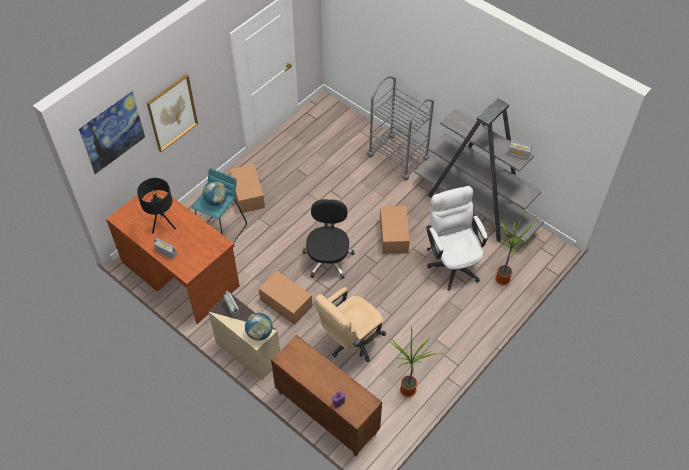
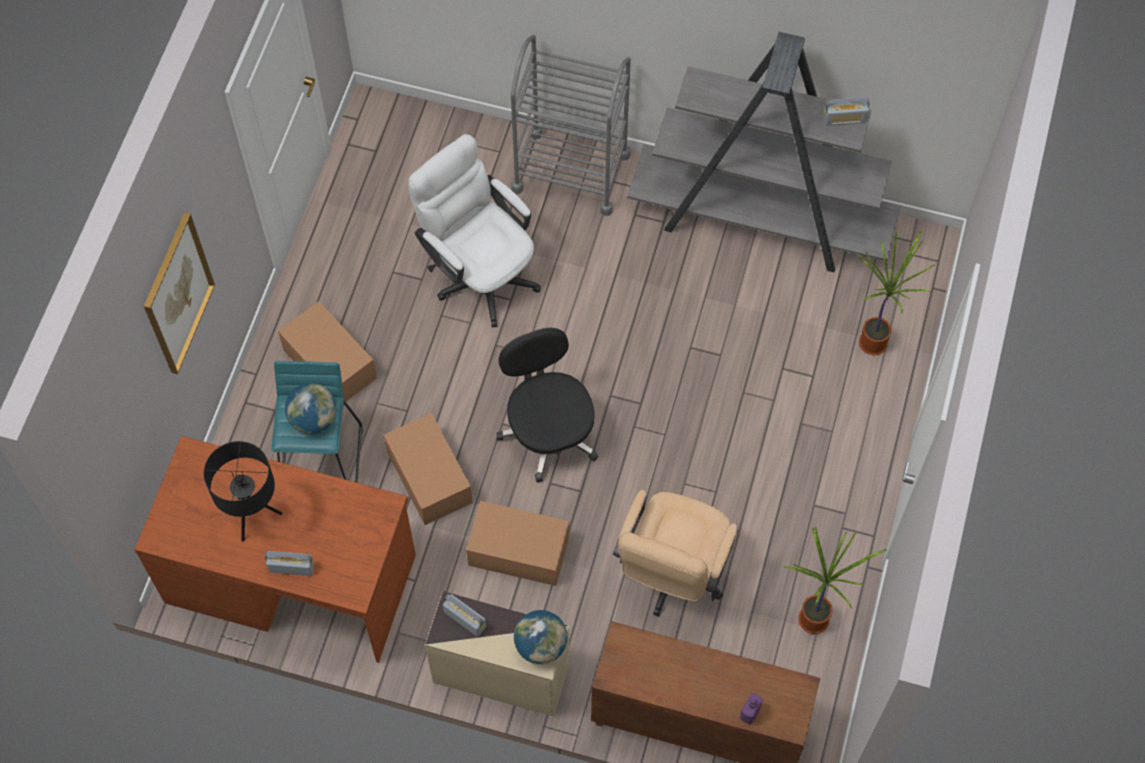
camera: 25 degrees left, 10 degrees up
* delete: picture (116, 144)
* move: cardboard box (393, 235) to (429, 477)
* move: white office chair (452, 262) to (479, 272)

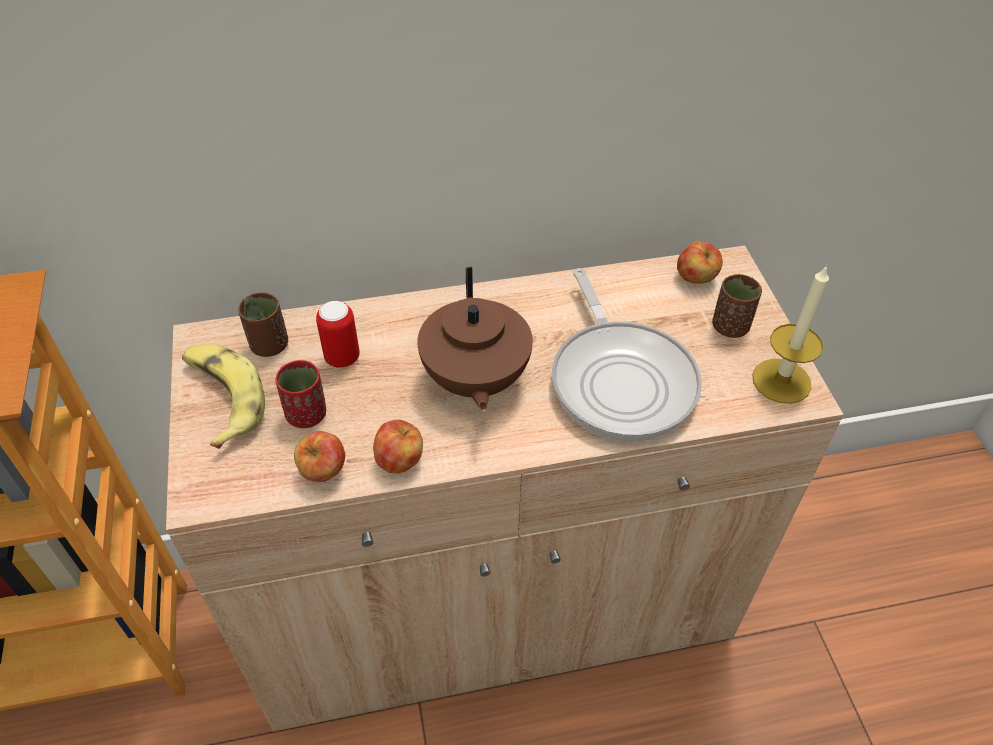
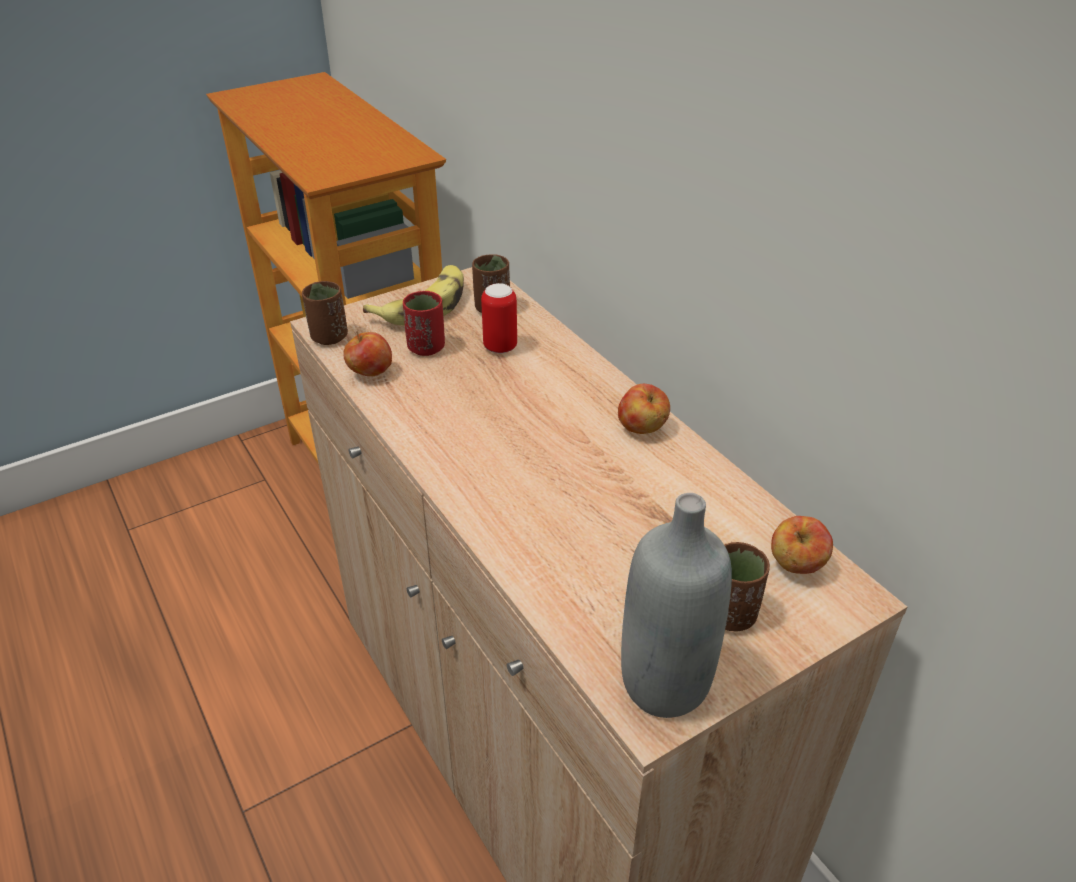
camera: 70 degrees right, 10 degrees down
* move: apple (400, 460) to (642, 429)
* delete: brown teapot (474, 380)
* delete: frying pan (620, 379)
* replace: candle (781, 381) to grey bottle (664, 684)
* insert: brown cup (329, 337)

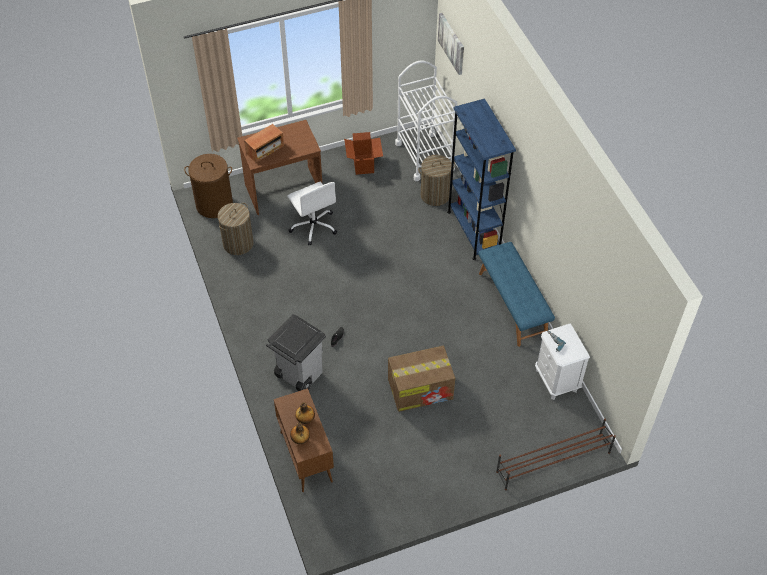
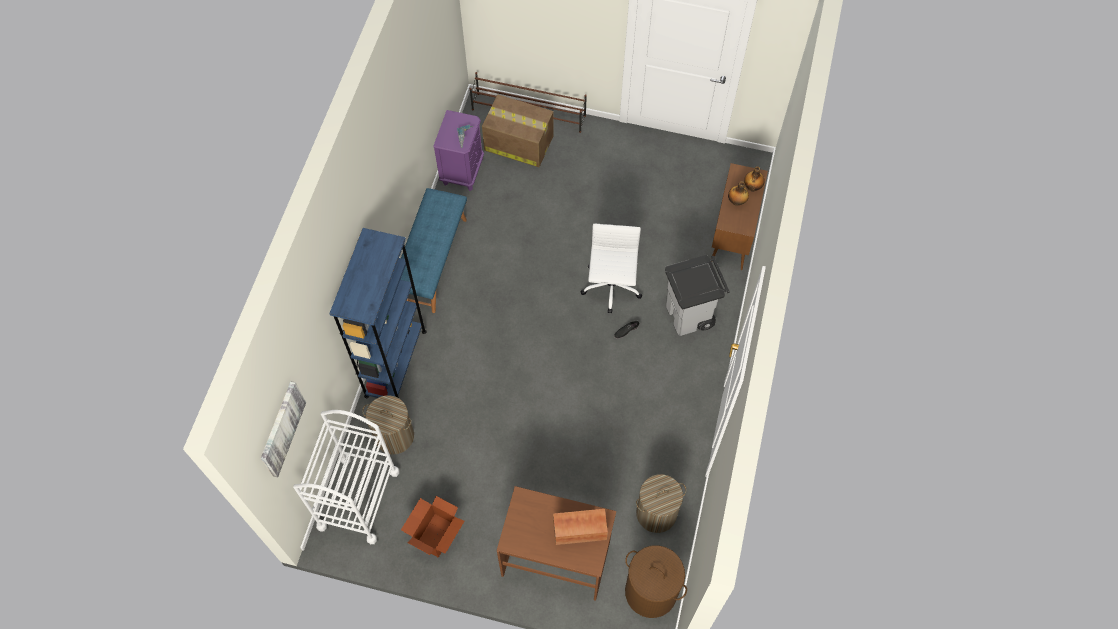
camera: 145 degrees left, 10 degrees up
* move: white office chair (313, 226) to (611, 288)
* move: cardboard box (421, 388) to (518, 143)
* recolor: white nightstand (556, 380) to purple nightstand (462, 171)

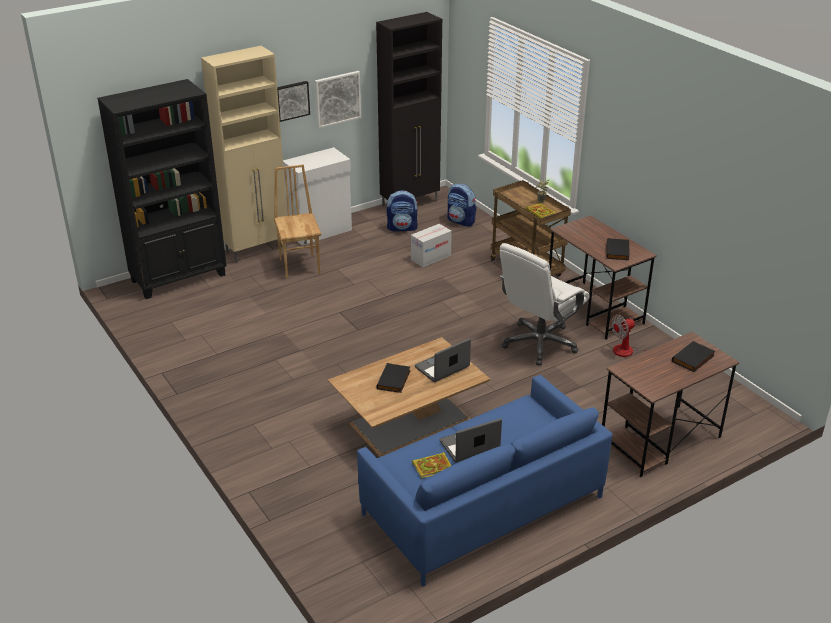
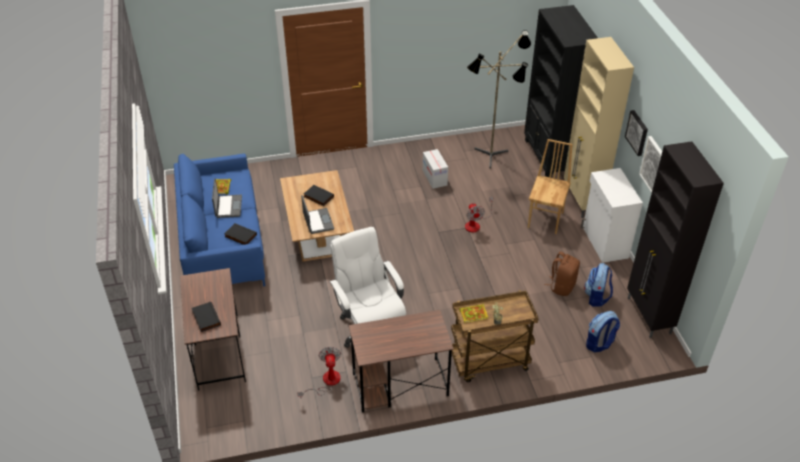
camera: 110 degrees right, 10 degrees up
* rotate: brown chair (300, 266) = (546, 220) 75 degrees counterclockwise
* move: cardboard box (431, 257) to (435, 178)
* move: black book (618, 251) to (240, 236)
* insert: fan (475, 224)
* insert: floor lamp (493, 158)
* insert: brown backpack (562, 286)

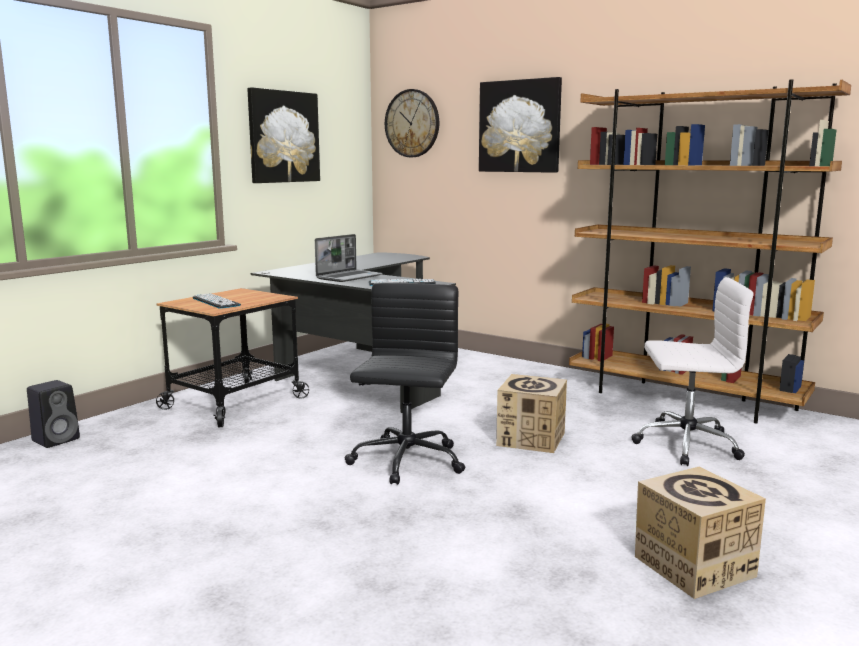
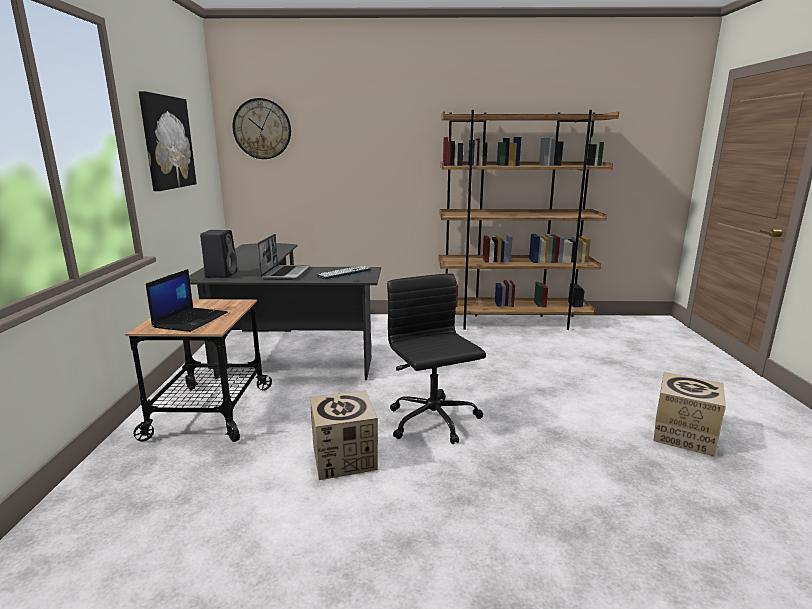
camera: 35 degrees left, 5 degrees up
* move: black speaker (57, 439) to (221, 274)
* replace: keyboard (216, 302) to laptop (191, 320)
* delete: picture (520, 126)
* move: cardboard box (531, 439) to (344, 458)
* delete: white office chair (684, 444)

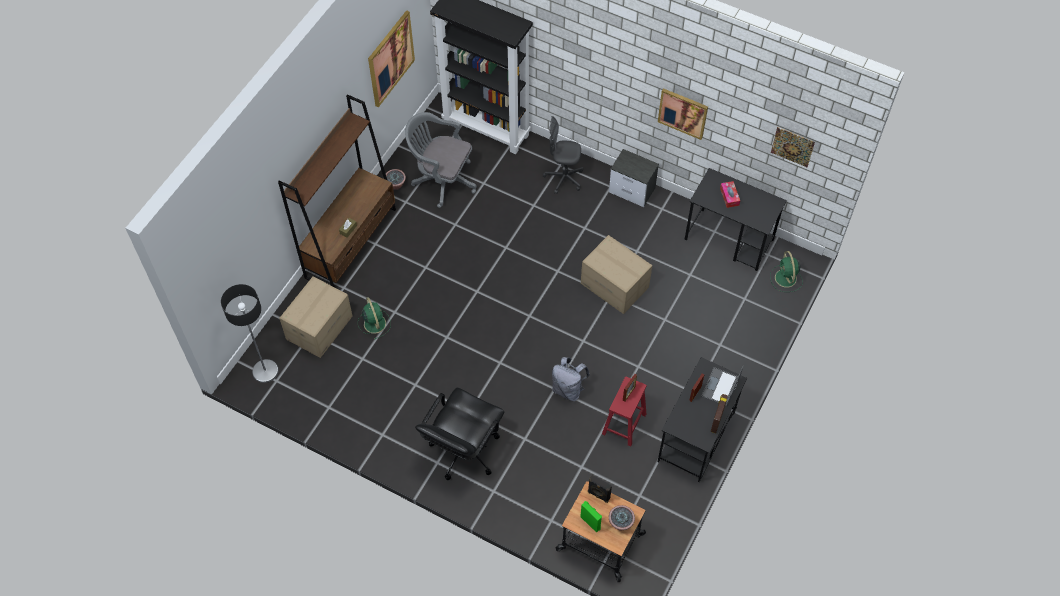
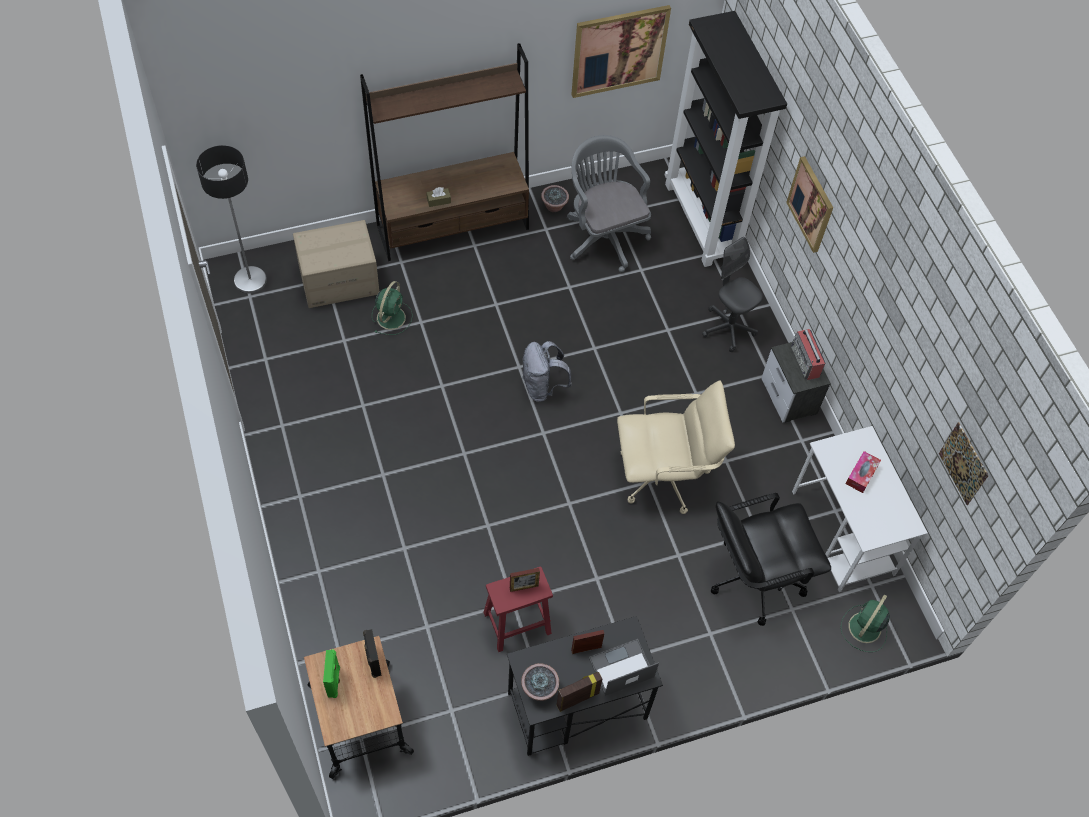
camera: 40 degrees right, 0 degrees up
* move: black office chair (463, 450) to (755, 578)
* move: grey backpack (568, 389) to (542, 387)
* replace: cardboard box (615, 285) to beige office chair (664, 476)
* move: potted plant (620, 523) to (539, 689)
* move: picture (683, 113) to (811, 204)
* recolor: black desk (729, 240) to white desk (843, 533)
* insert: radio (805, 362)

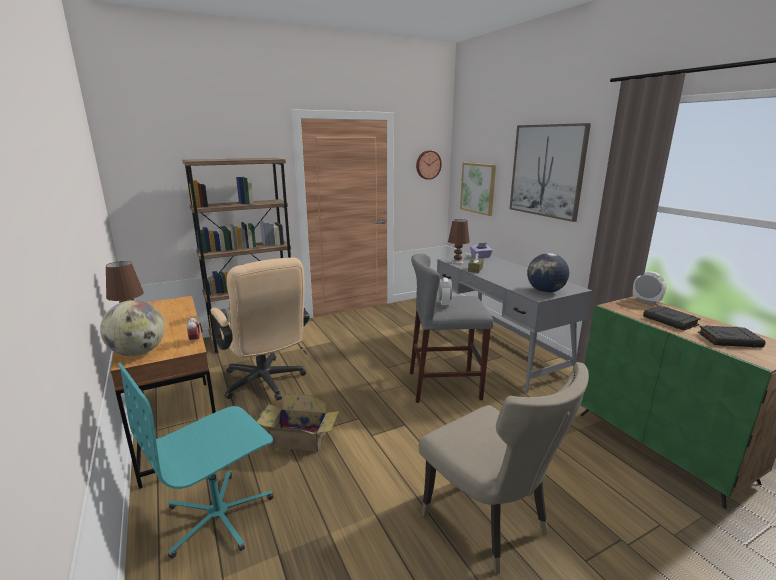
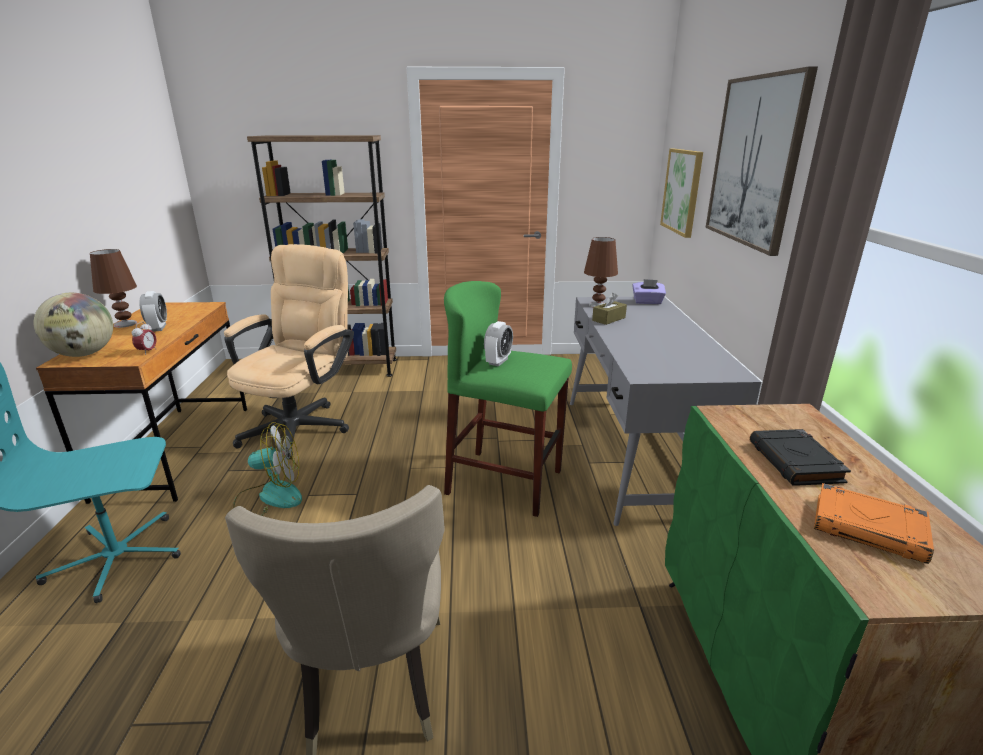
camera: 25 degrees right, 5 degrees up
* rotate: beige office chair (266, 384) = (302, 425) 150 degrees counterclockwise
* replace: cardboard box (297, 438) to fan (269, 497)
* recolor: grey stool (444, 386) to green stool (505, 482)
* delete: wall clock (428, 165)
* delete: globe (545, 291)
* move: alarm clock (646, 301) to (158, 328)
* recolor: black book (729, 340) to orange book (869, 528)

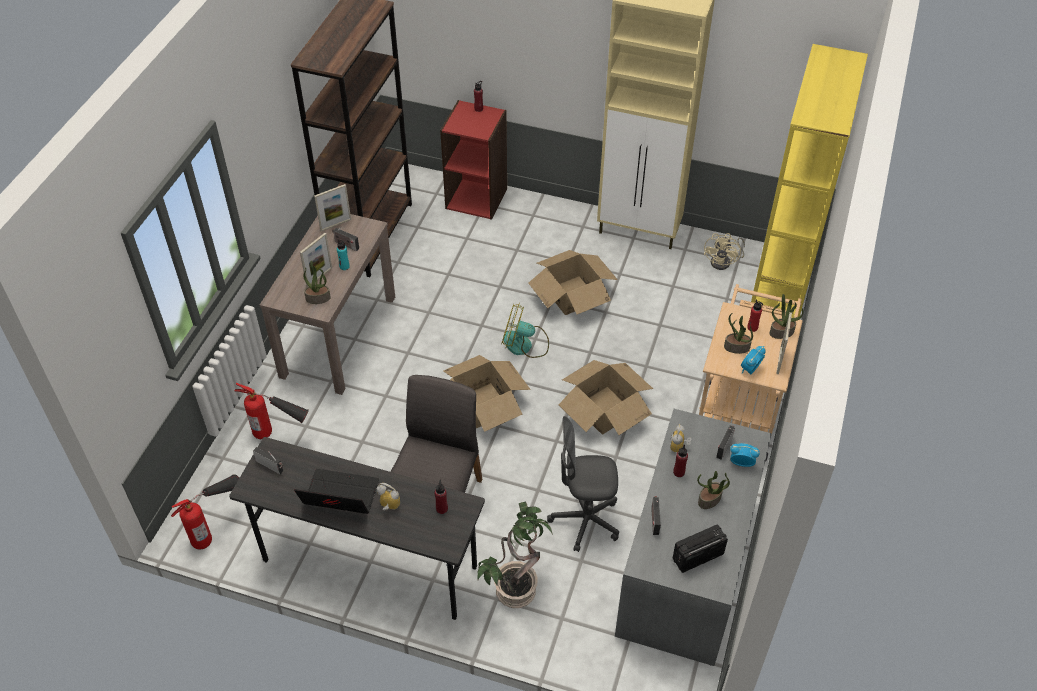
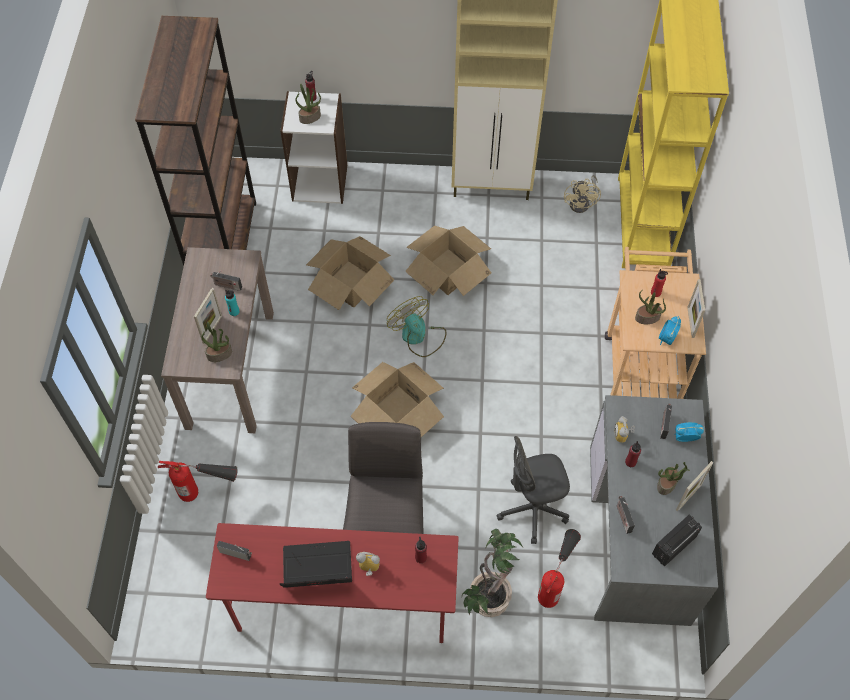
camera: 15 degrees left, 10 degrees up
* move: fire extinguisher (217, 527) to (555, 580)
* recolor: grey desk (369, 565) to red desk (342, 608)
* move: picture frame (335, 225) to (688, 497)
* recolor: red bookcase (476, 198) to white bookcase (320, 182)
* rotate: fan (524, 345) = (418, 336) 60 degrees clockwise
* move: cardboard box (605, 410) to (351, 283)
* move: potted plant (781, 332) to (310, 117)

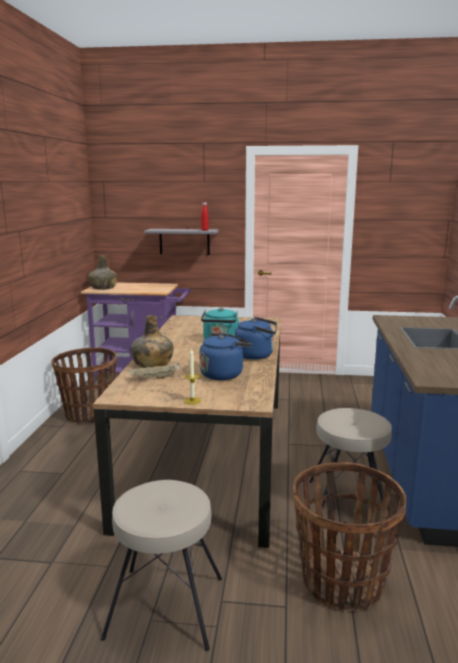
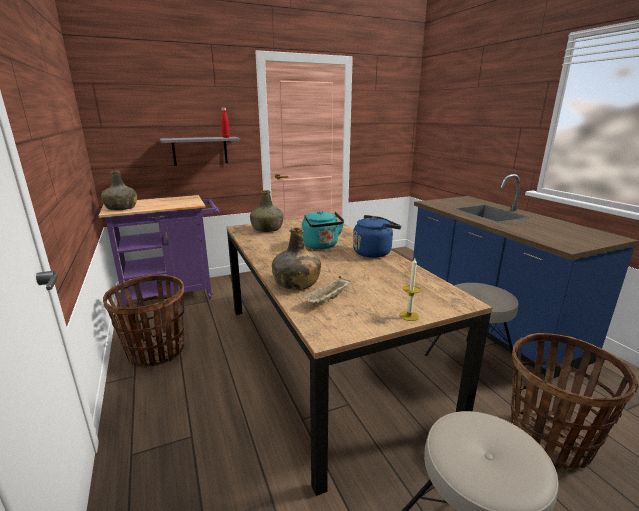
camera: 30 degrees left, 5 degrees up
* delete: blue kettle (223, 374)
* insert: green bottle (267, 229)

